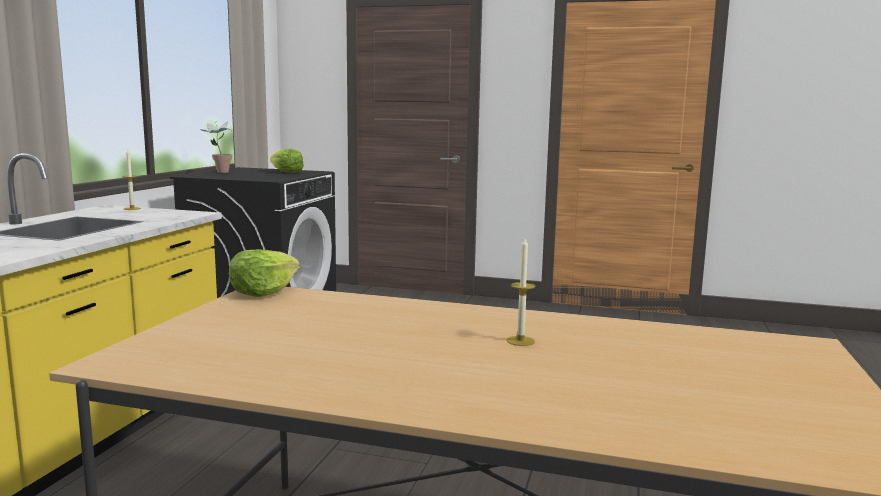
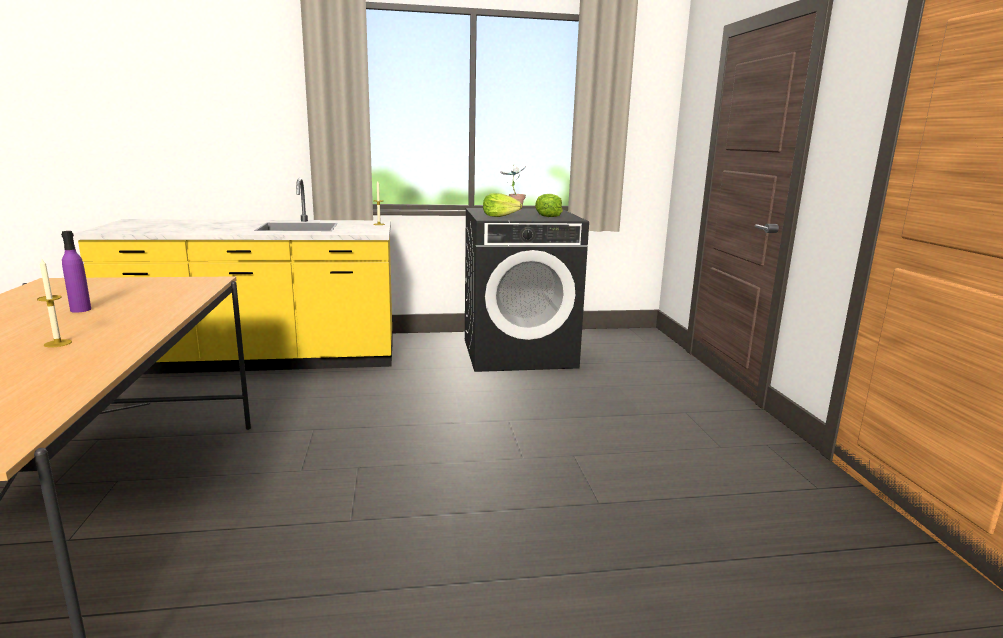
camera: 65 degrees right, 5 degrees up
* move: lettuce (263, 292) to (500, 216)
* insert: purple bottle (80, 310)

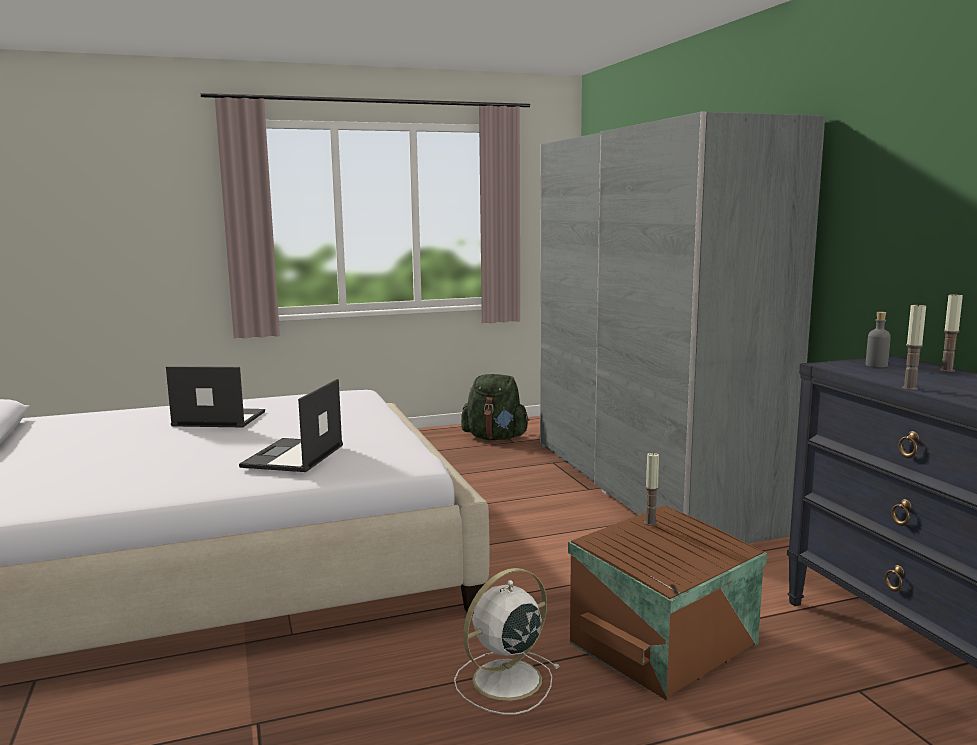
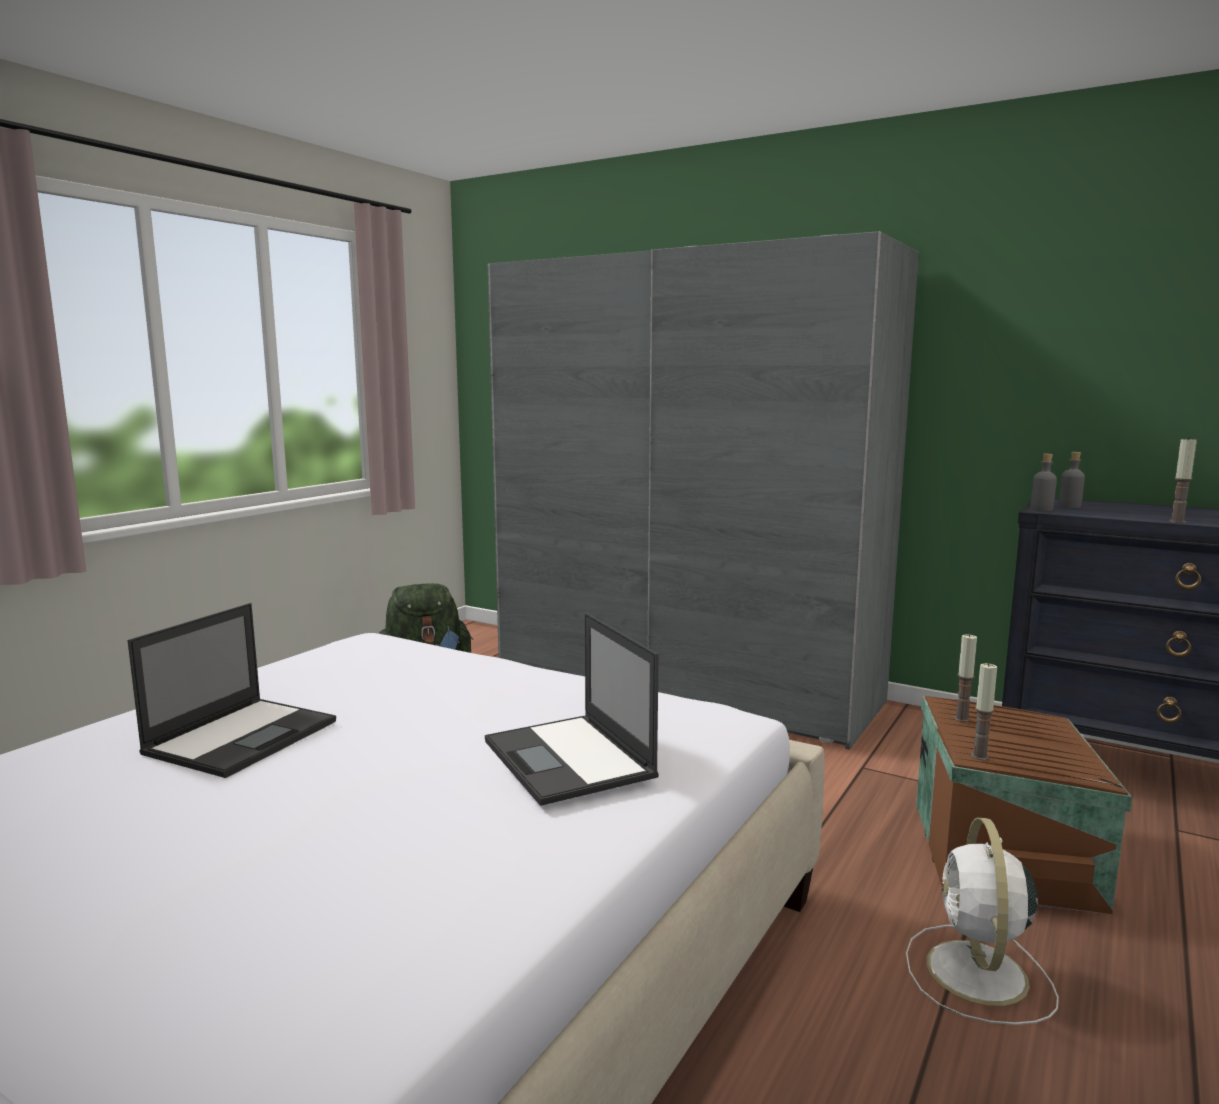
camera: 40 degrees left, 0 degrees up
* rotate: laptop (218, 419) = (243, 736) 150 degrees clockwise
* move: candle (947, 370) to (979, 756)
* insert: grey bottle (1041, 509)

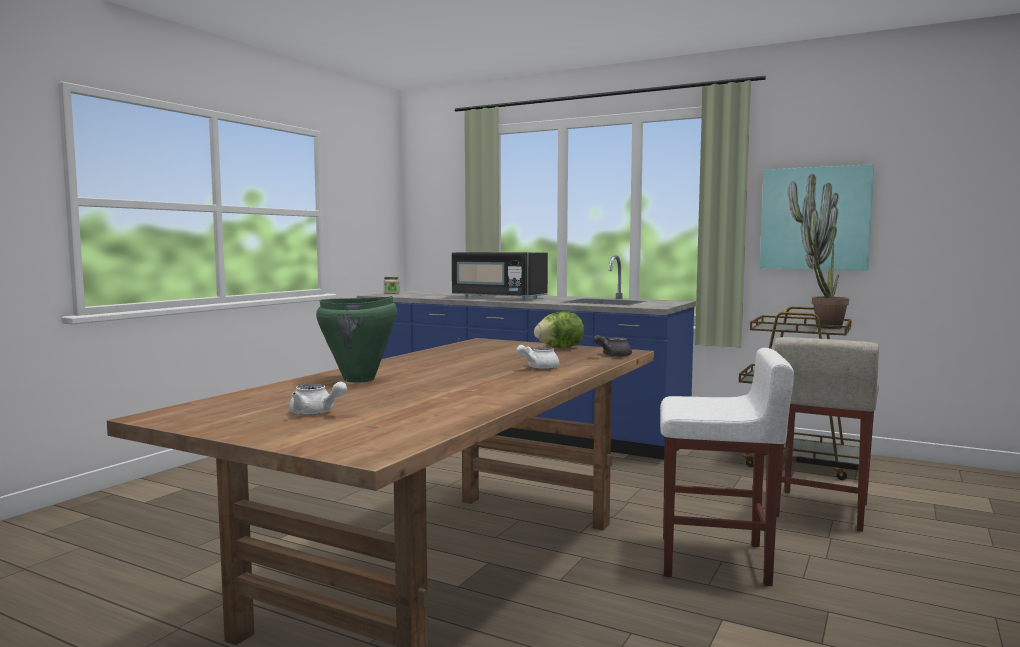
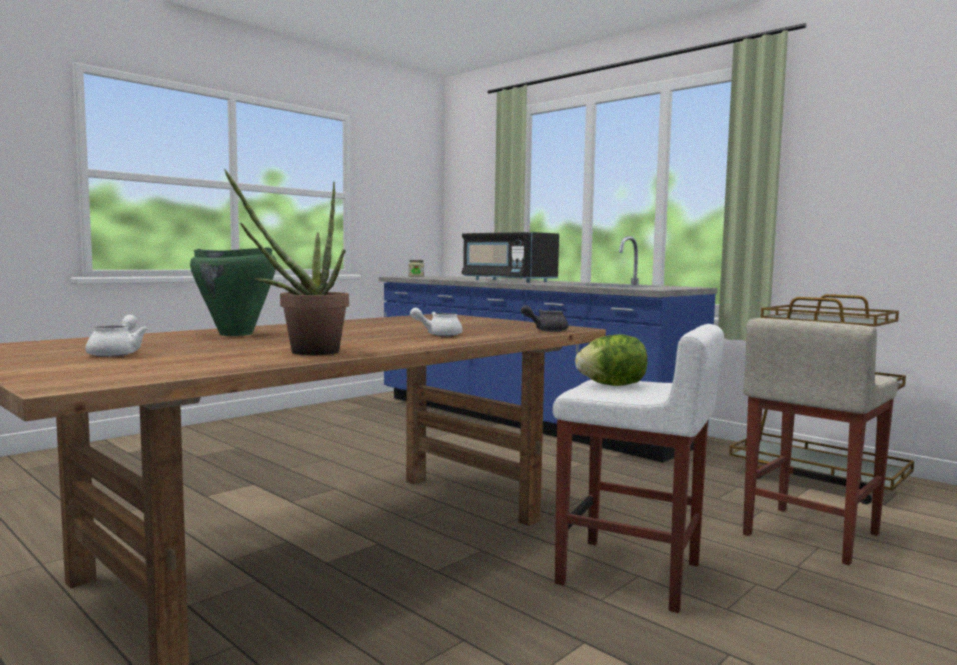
camera: 15 degrees right, 0 degrees up
* rotate: white teapot (316, 413) = (117, 353) 135 degrees counterclockwise
* move: lettuce (559, 348) to (612, 385)
* delete: picture (815, 218)
* move: potted plant (826, 327) to (304, 352)

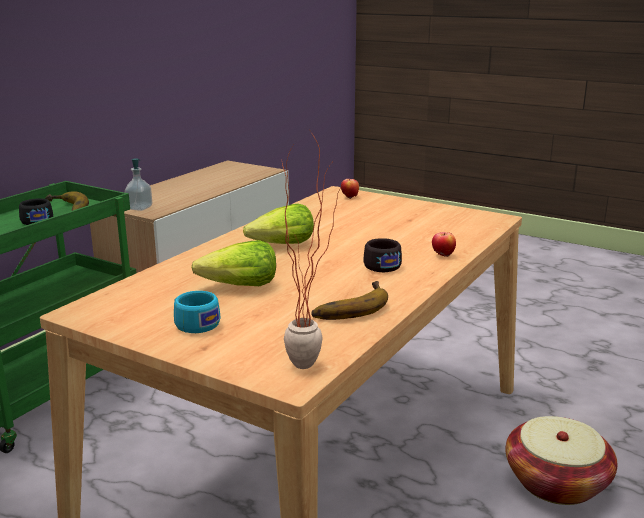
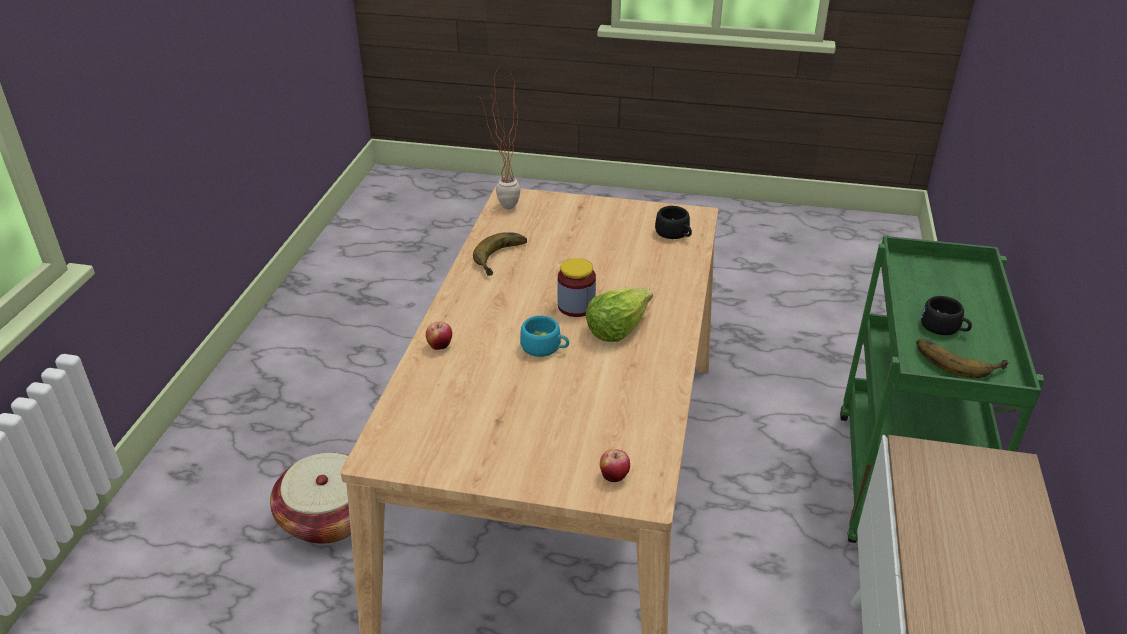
camera: 160 degrees right, 15 degrees up
* delete: soap dispenser (139, 208)
* move: turquoise cup (194, 324) to (545, 347)
* delete: lettuce (240, 286)
* move: black cup (380, 265) to (674, 234)
* insert: jar (576, 306)

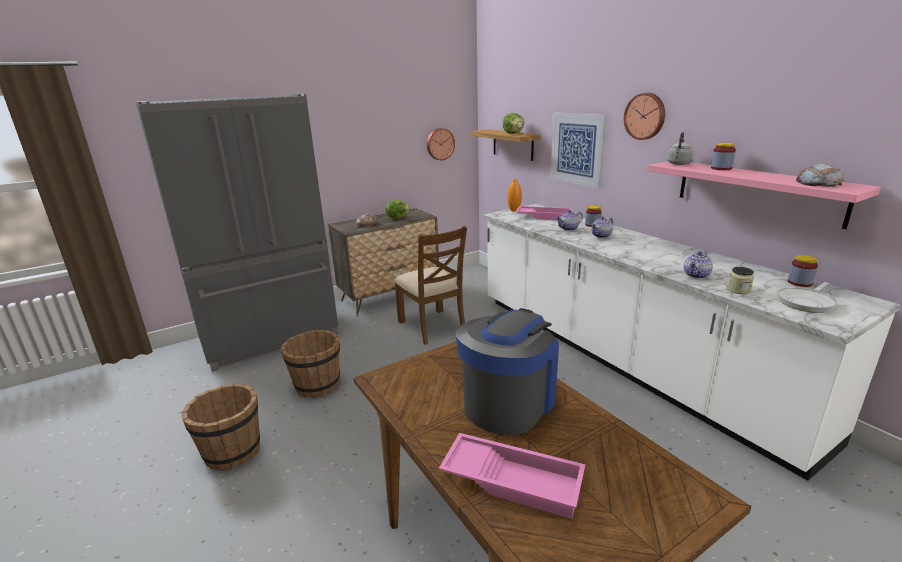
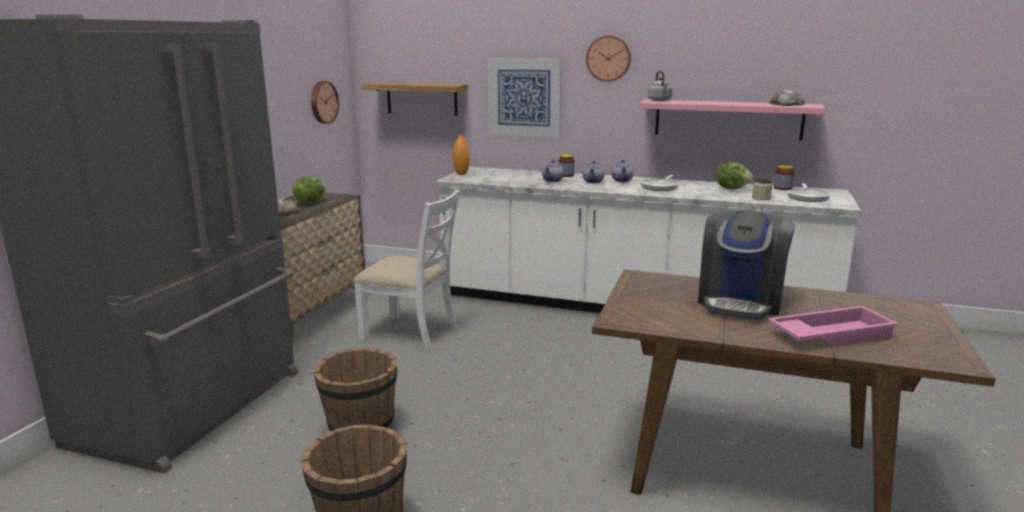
camera: 40 degrees left, 5 degrees down
* recolor: brown chair (432, 326) to white chair (411, 333)
* rotate: coffee machine (509, 402) = (740, 302) 150 degrees counterclockwise
* move: lettuce (513, 133) to (732, 188)
* delete: pink tray (544, 216)
* move: teapot (697, 275) to (622, 180)
* delete: jar (721, 168)
* insert: frying pan (660, 187)

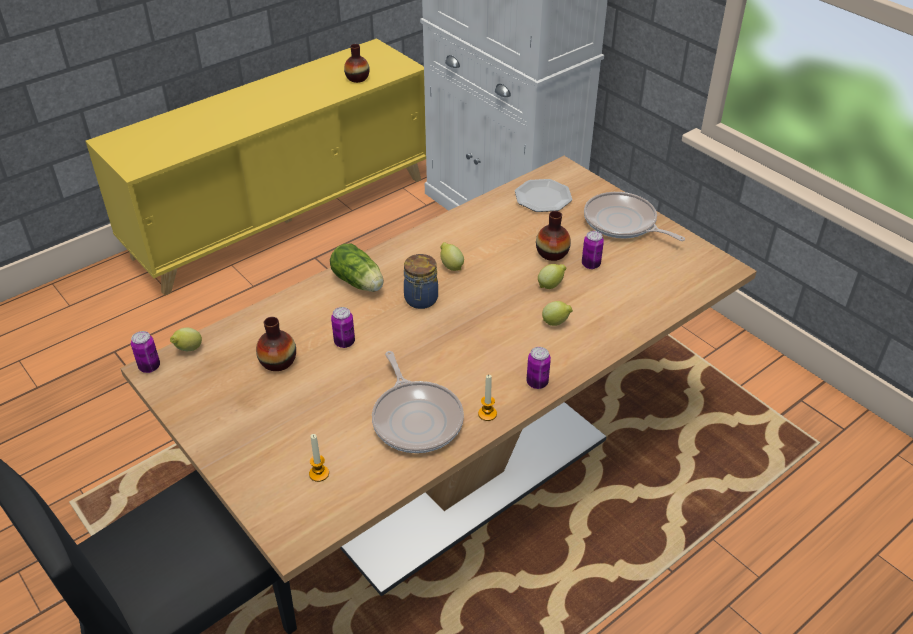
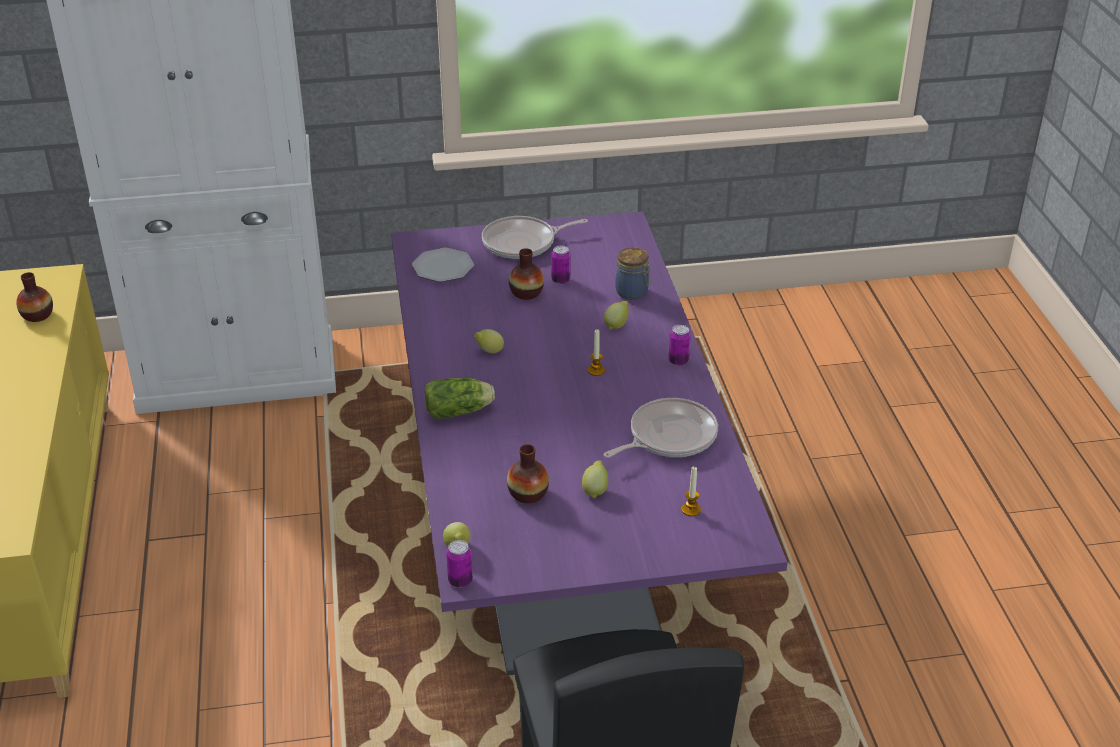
camera: 60 degrees left, 5 degrees down
* recolor: beige dining table (456, 470) to purple dining table (560, 551)
* delete: can (344, 342)
* rotate: frying pan (416, 418) = (668, 436) 45 degrees counterclockwise
* move: jar (421, 300) to (633, 293)
* move: candle (487, 414) to (596, 370)
* move: lemon (551, 285) to (595, 490)

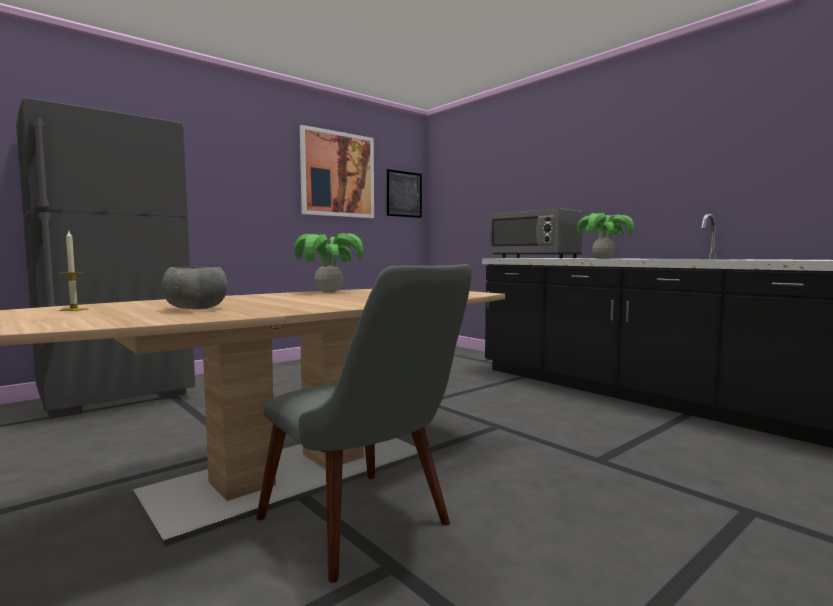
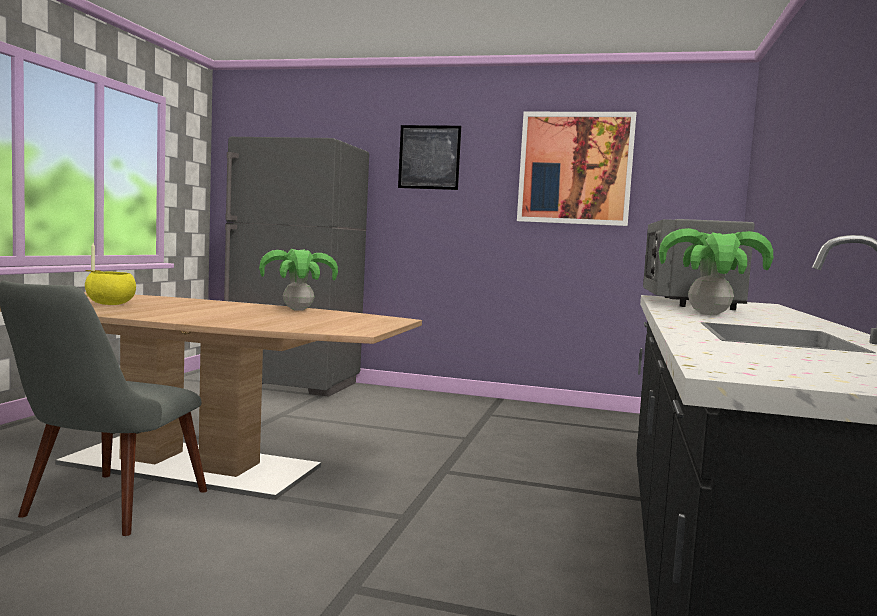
camera: 55 degrees right, 0 degrees up
* recolor: grey bowl (195, 309) to yellow bowl (110, 304)
* move: picture (404, 194) to (429, 157)

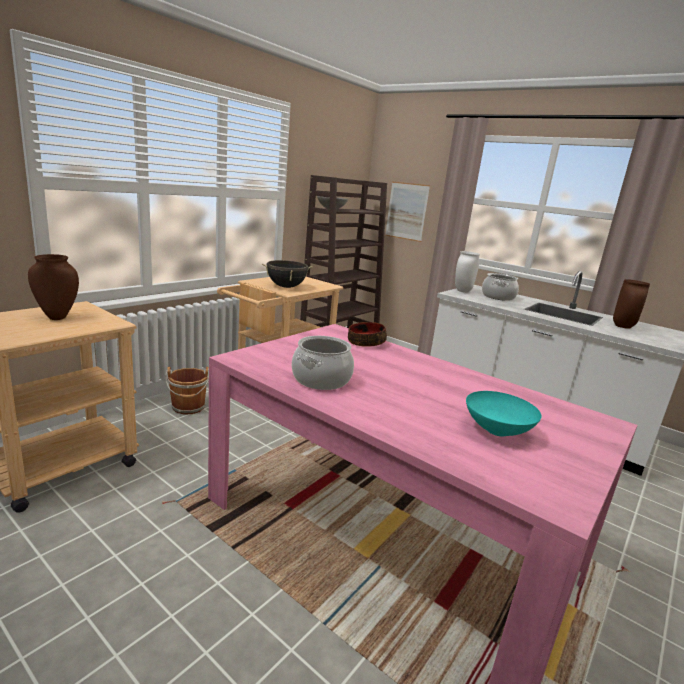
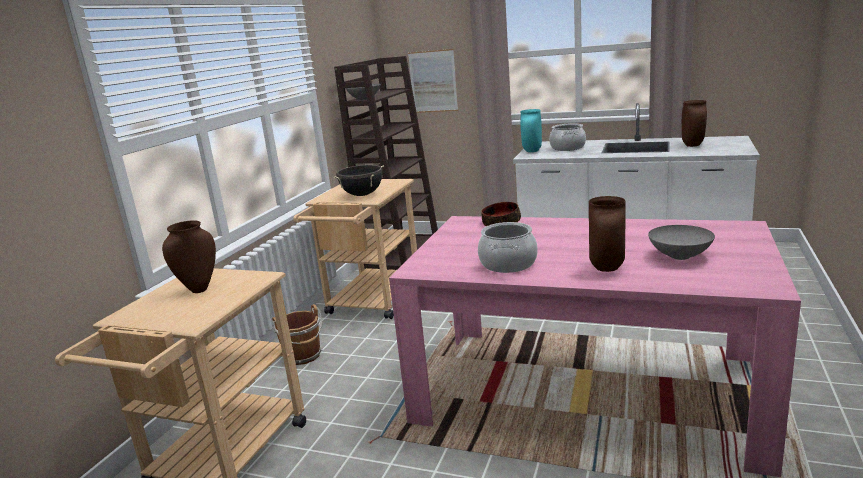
camera: 15 degrees left, 0 degrees up
* recolor: white vase (463, 291) to turquoise vase (532, 151)
* recolor: turquoise bowl (497, 431) to grey bowl (680, 256)
* insert: brown vase (608, 268)

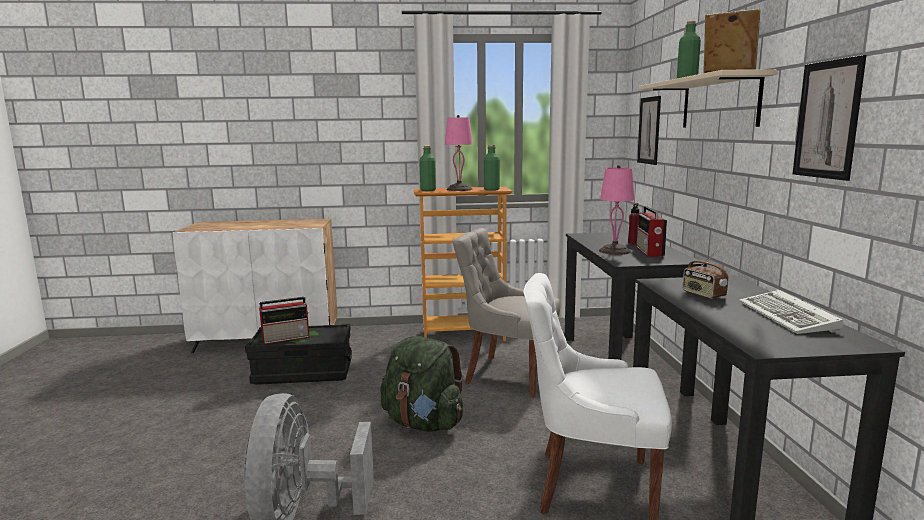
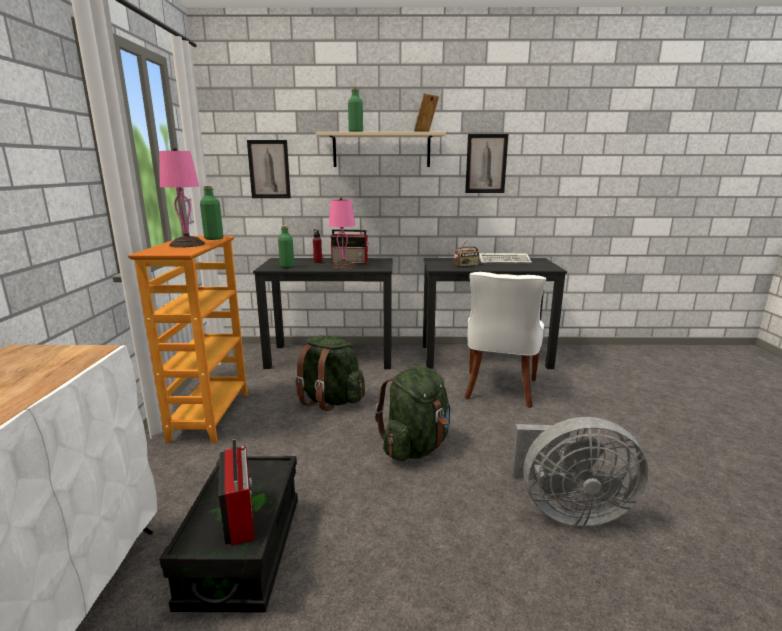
camera: 85 degrees left, 5 degrees up
* move: green bottle (428, 190) to (287, 266)
* replace: grey chair (508, 374) to green backpack (330, 400)

